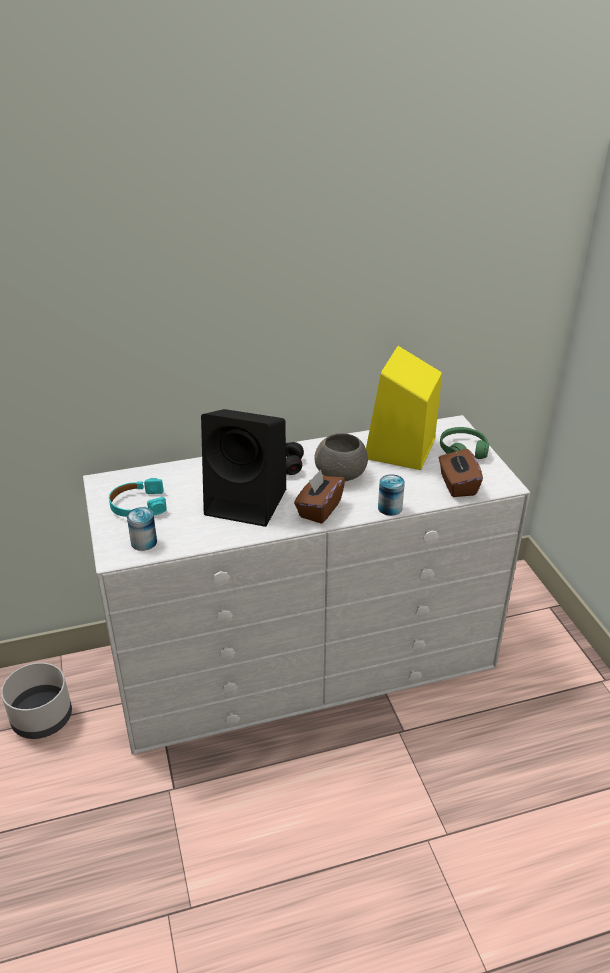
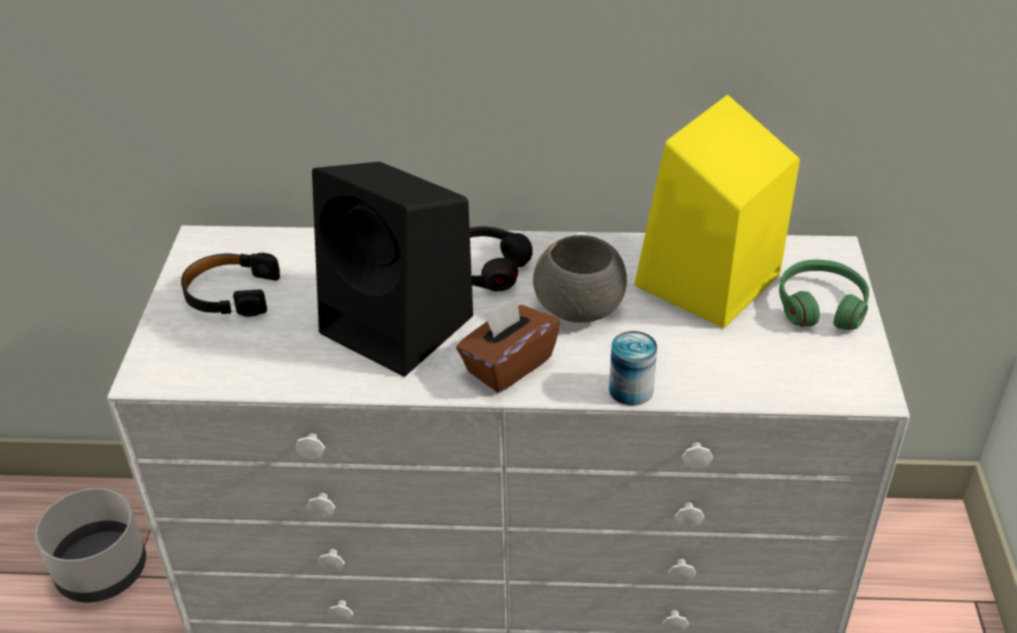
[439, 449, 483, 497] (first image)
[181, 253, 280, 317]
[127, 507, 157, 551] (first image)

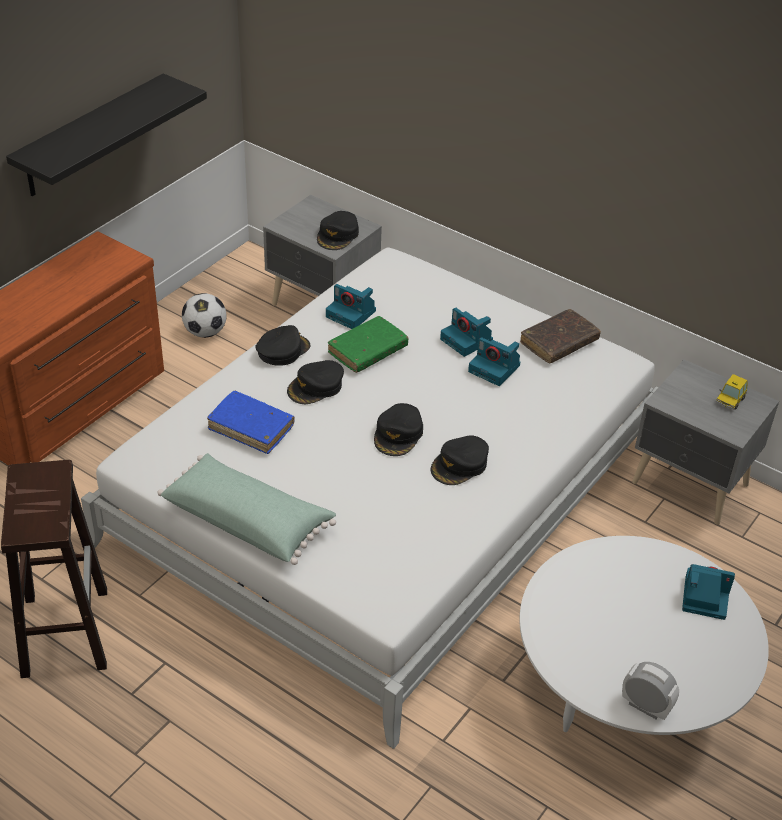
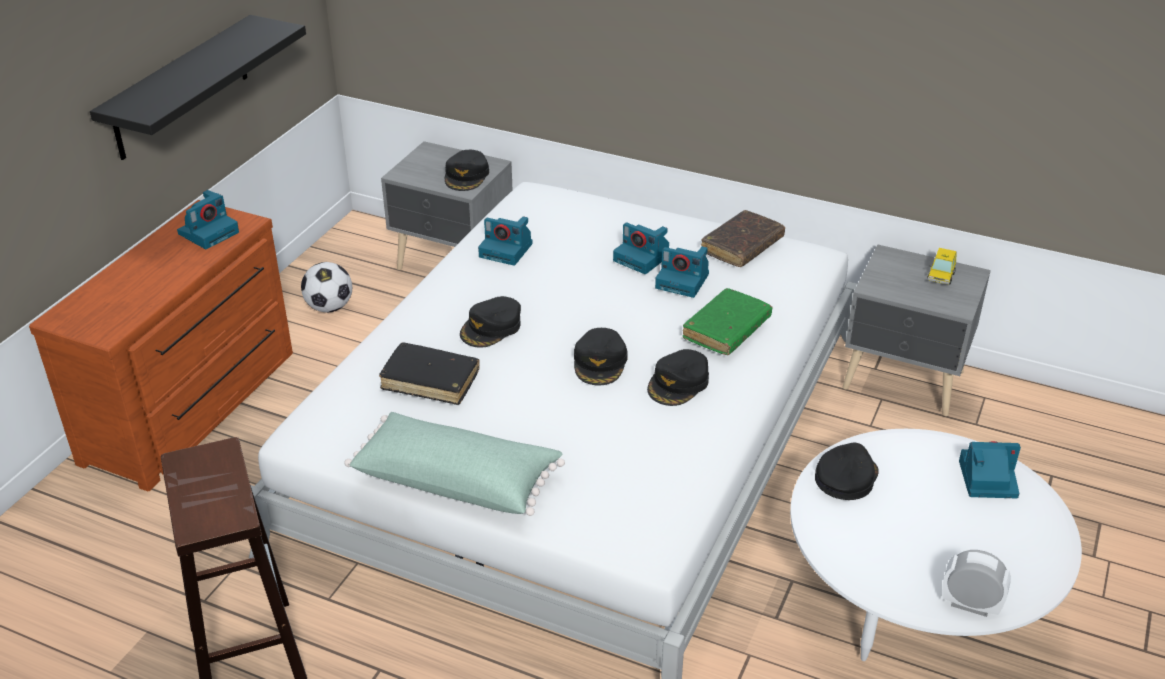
[683, 288, 773, 355]
[815, 443, 879, 500]
[379, 342, 480, 405]
[177, 190, 239, 249]

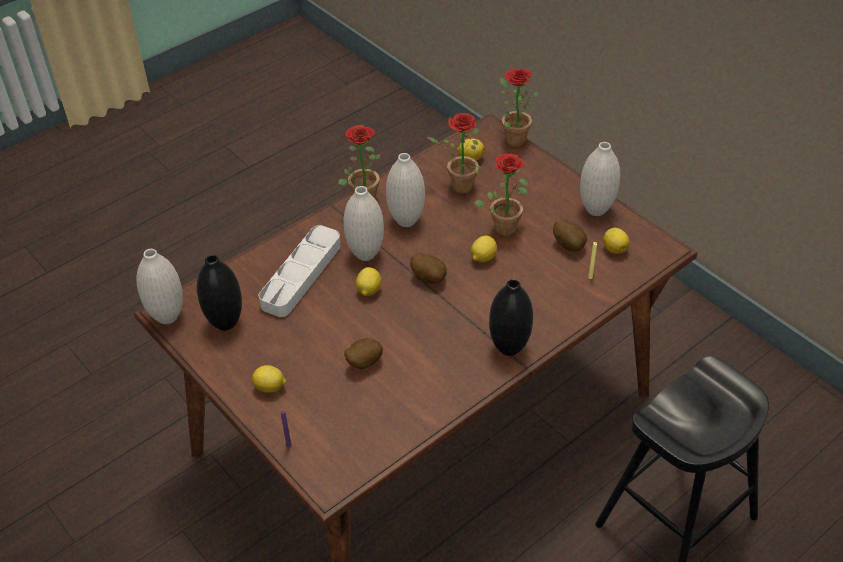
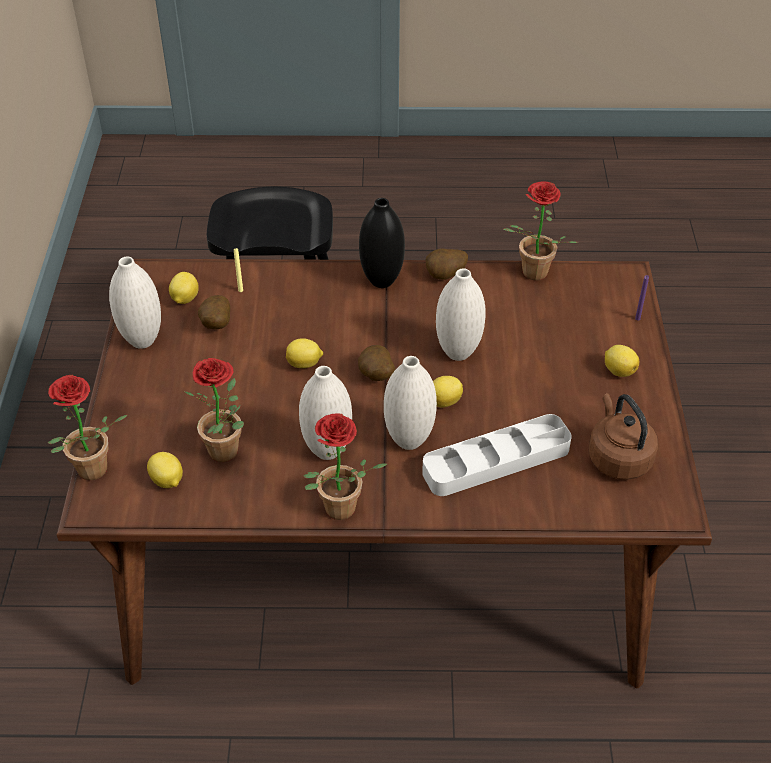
[503, 181, 578, 281]
[436, 268, 485, 361]
[589, 393, 658, 480]
[426, 249, 468, 280]

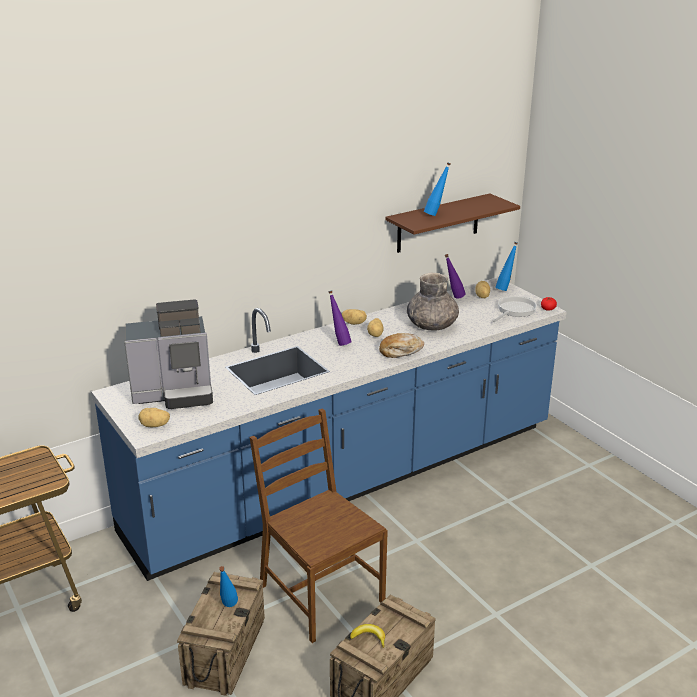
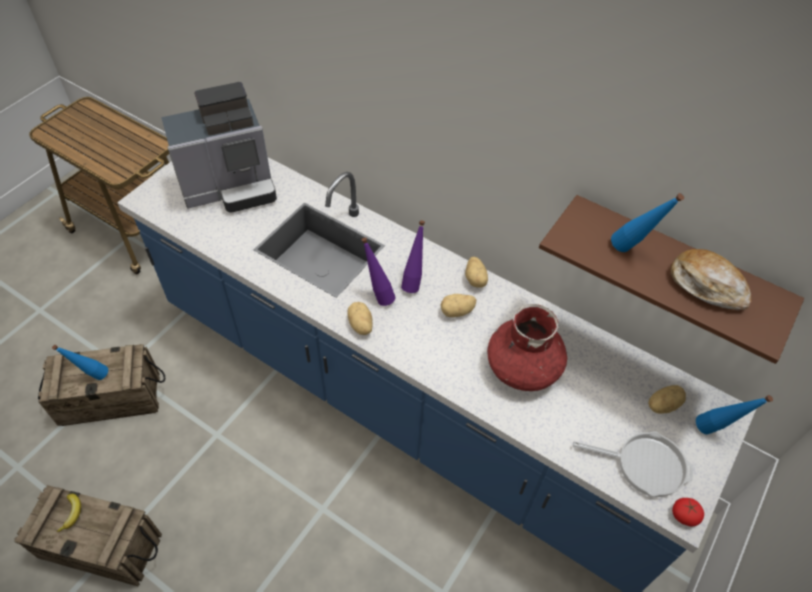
[362, 237, 395, 306]
[487, 304, 567, 391]
[161, 82, 277, 213]
[670, 249, 752, 311]
[347, 302, 372, 335]
[250, 408, 388, 643] (first image)

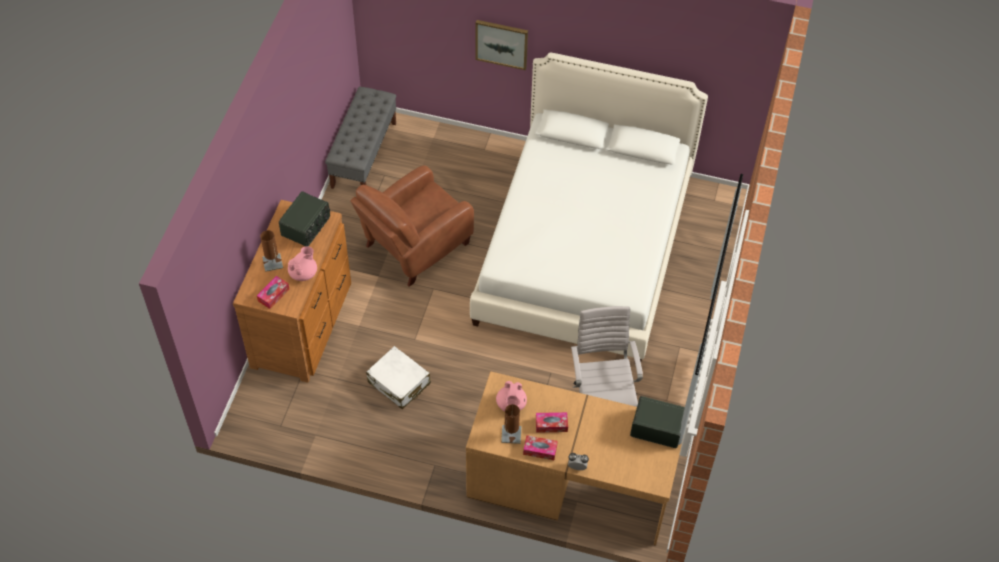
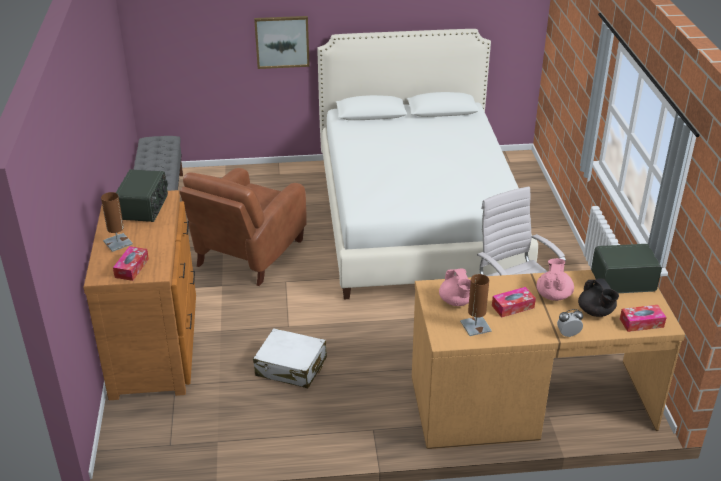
[537, 258, 574, 301]
[620, 305, 667, 332]
[578, 278, 619, 317]

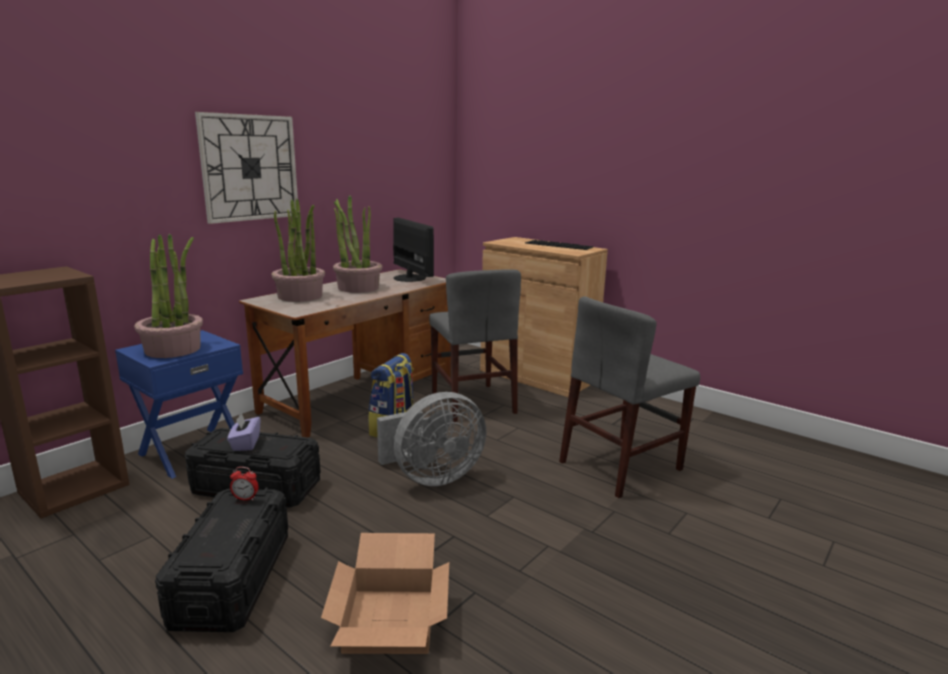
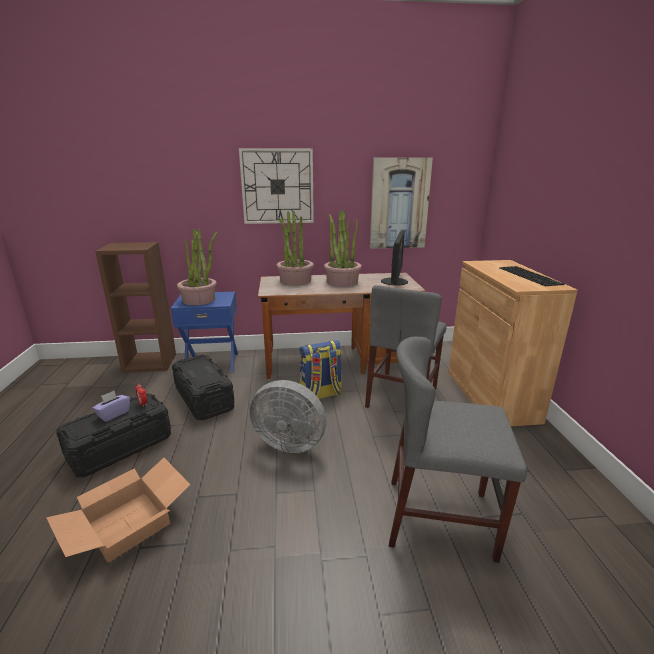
[92, 390, 130, 422]
[370, 158, 433, 249]

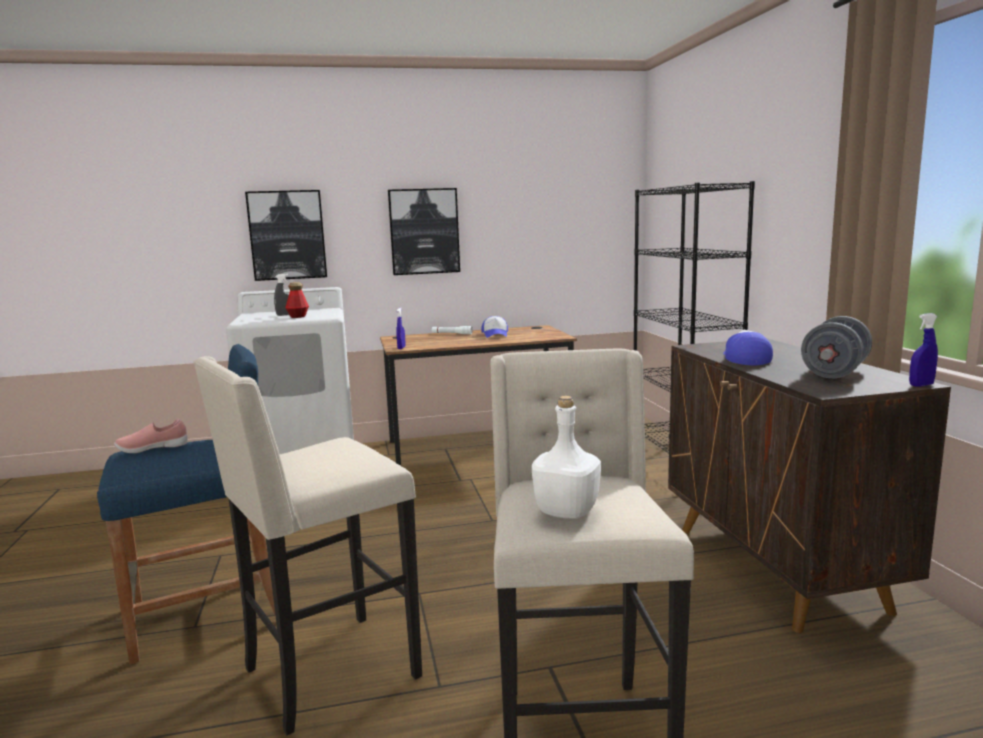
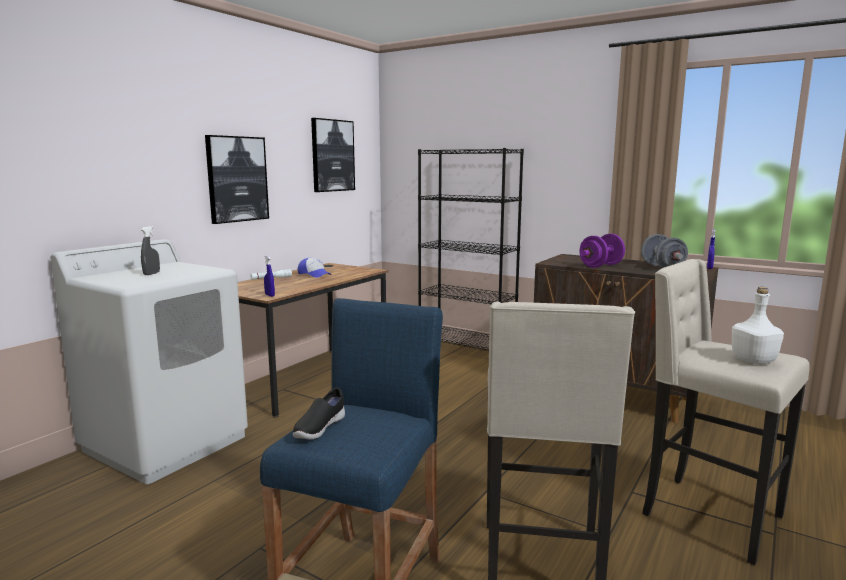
[311, 118, 355, 192]
[285, 282, 309, 318] (first image)
[580, 234, 625, 268]
[293, 387, 345, 439]

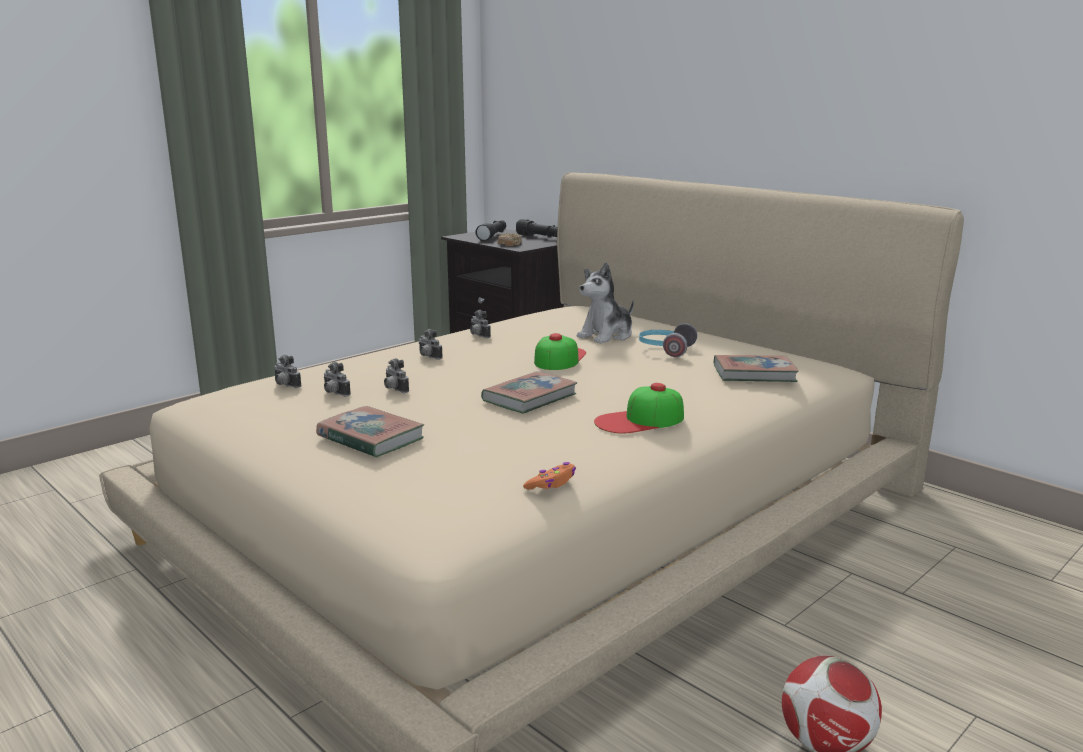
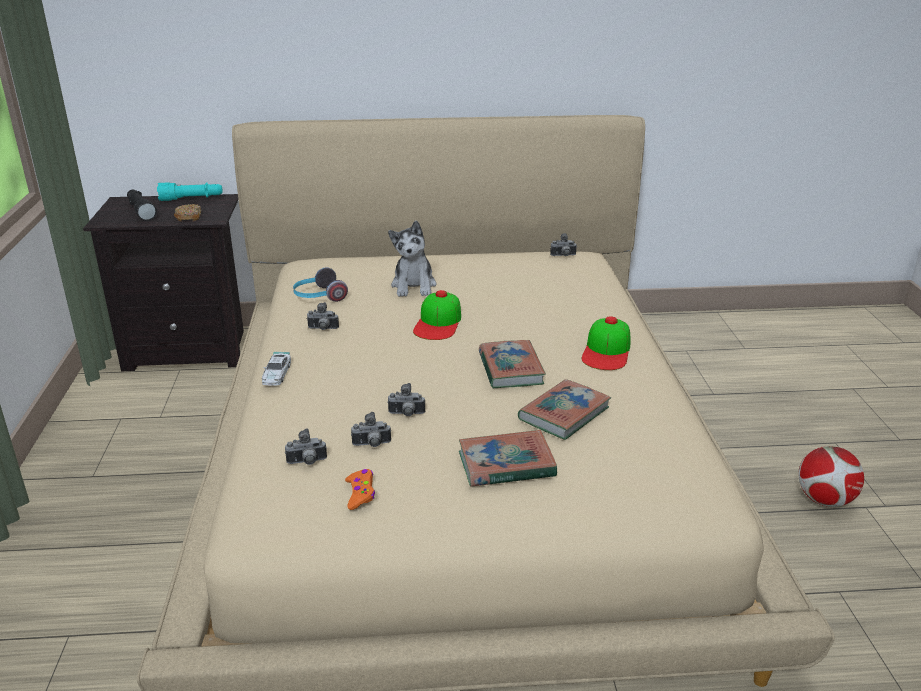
[157, 182, 223, 201]
[293, 267, 348, 302]
[550, 233, 577, 256]
[413, 290, 461, 340]
[518, 379, 611, 440]
[345, 469, 375, 510]
[262, 352, 291, 386]

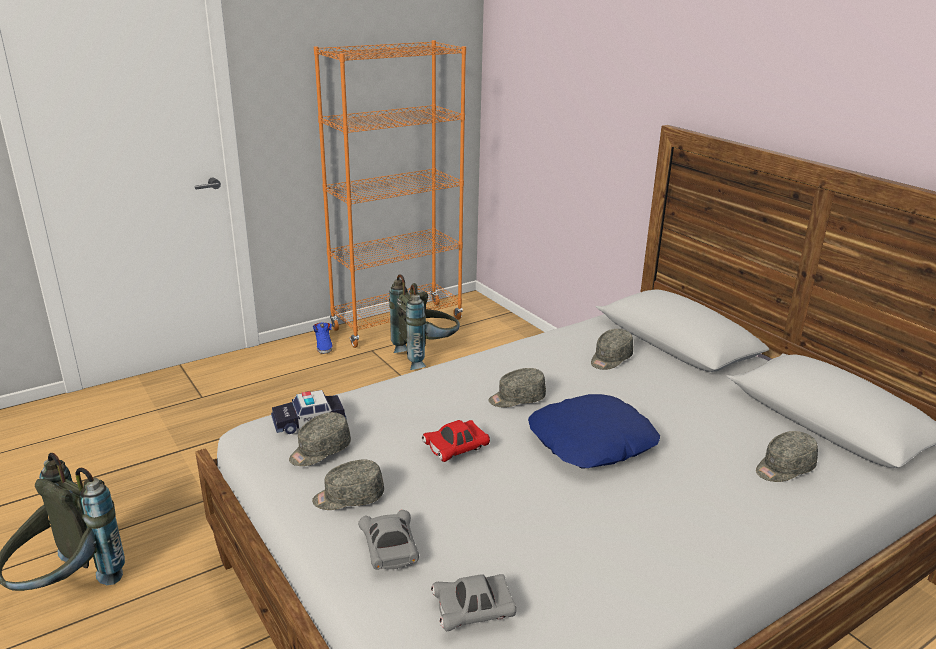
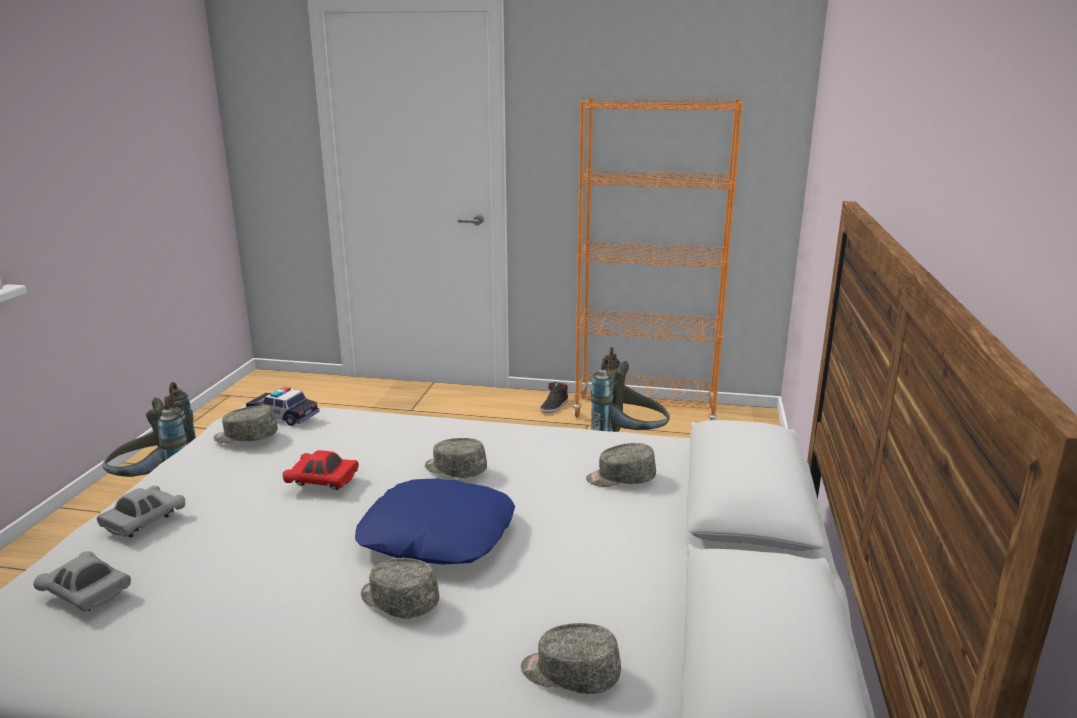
[540, 382, 568, 413]
[361, 558, 440, 618]

